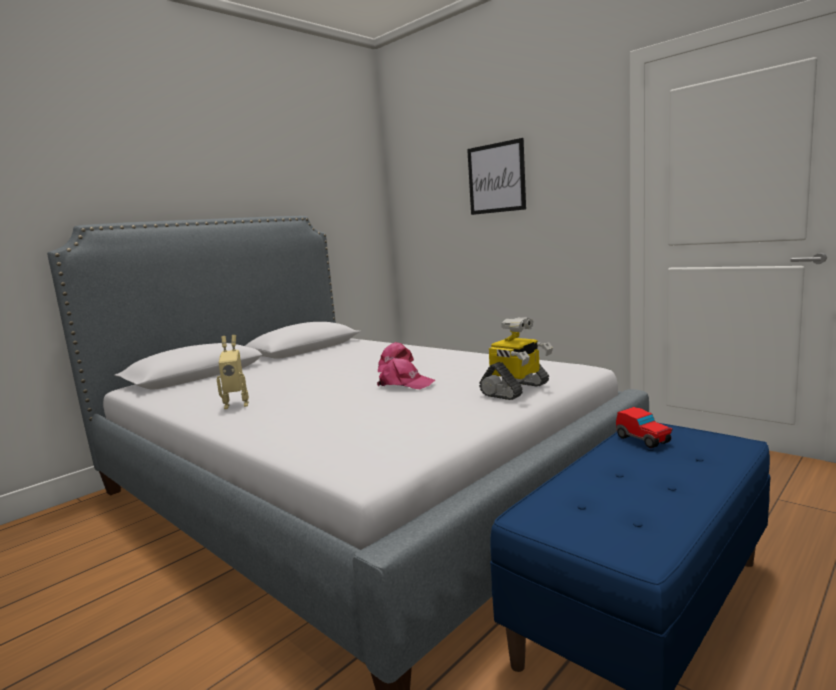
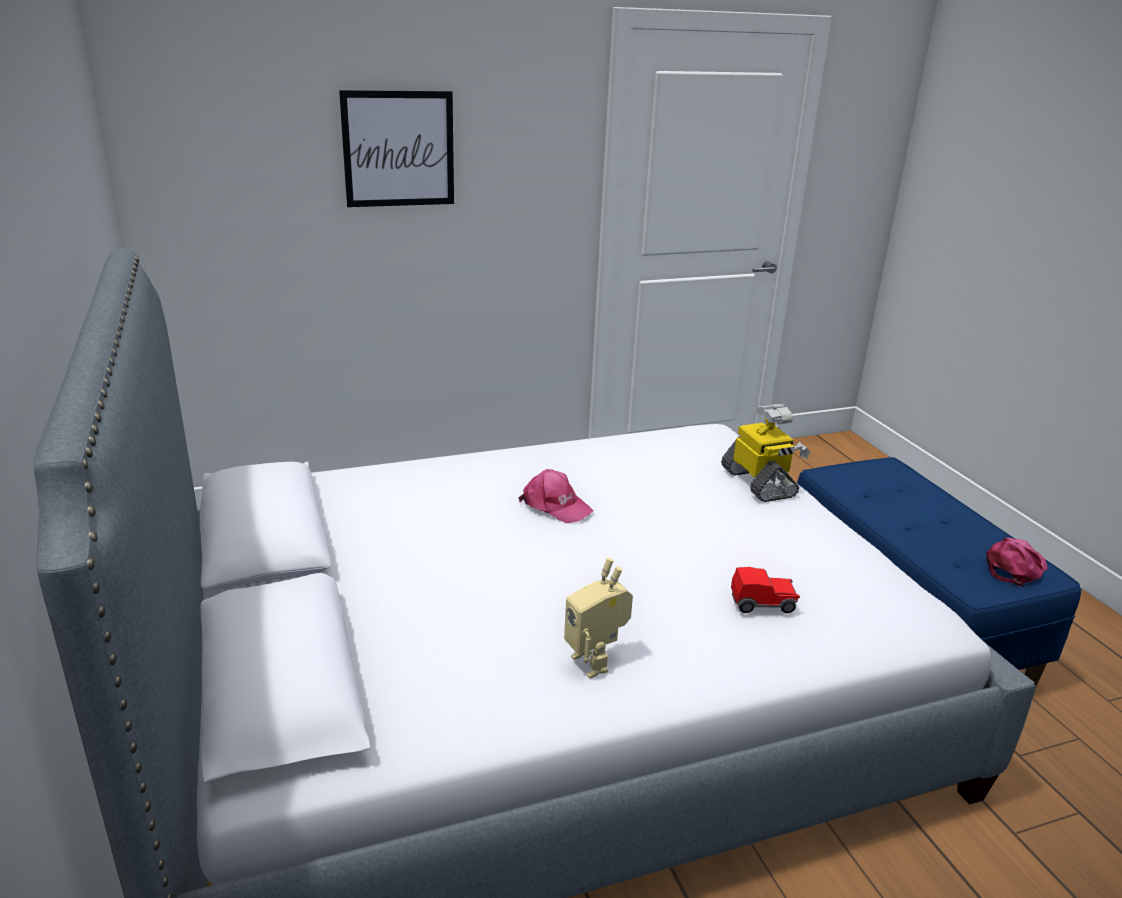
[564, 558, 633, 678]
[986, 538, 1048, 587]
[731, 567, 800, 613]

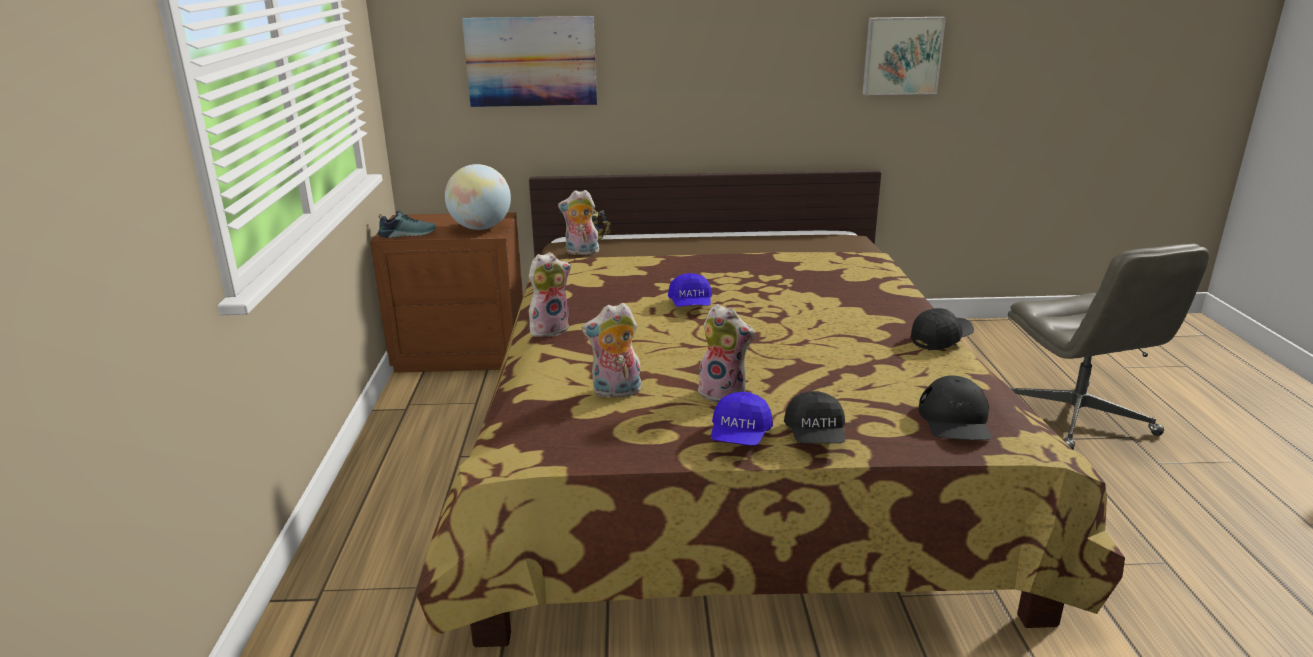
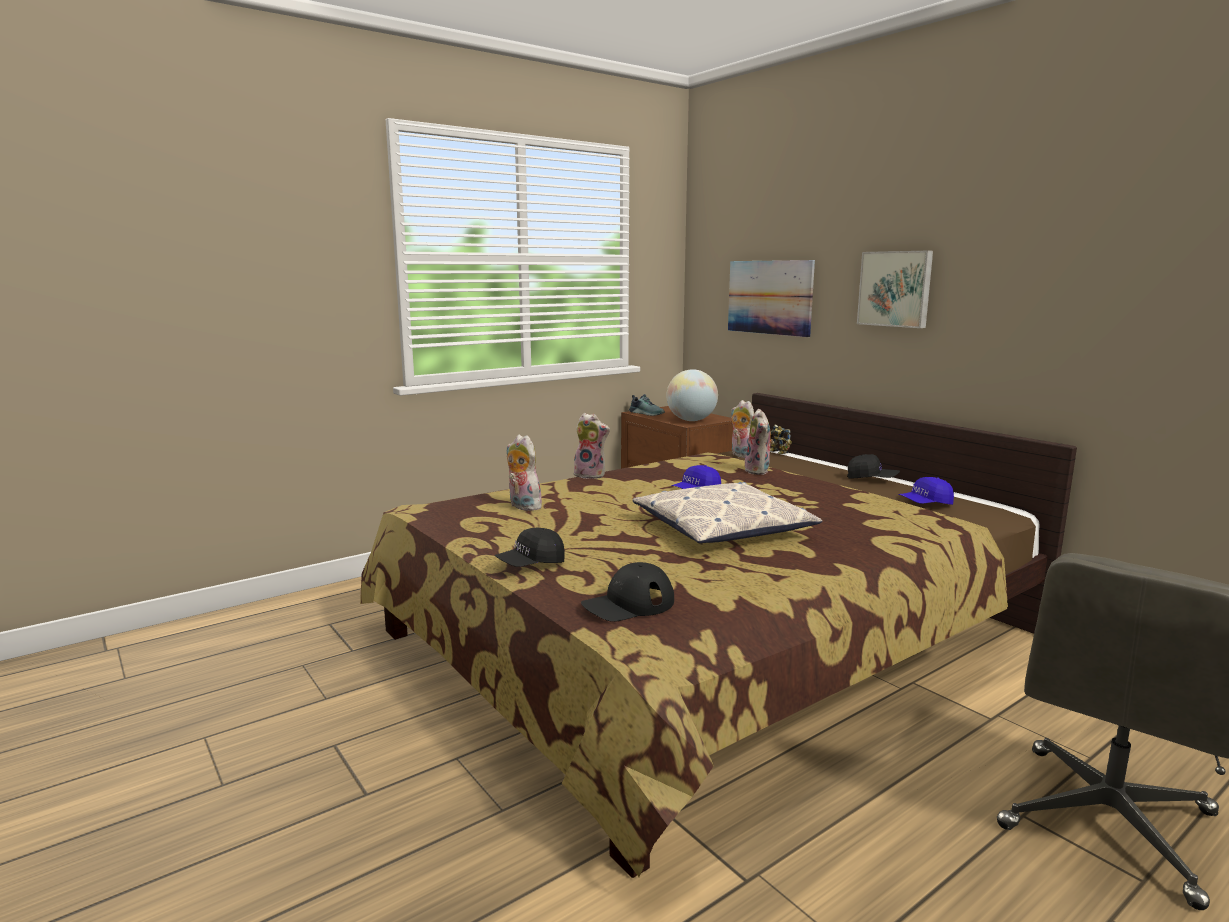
[857, 251, 933, 328]
[745, 409, 774, 475]
[847, 454, 900, 479]
[898, 477, 954, 505]
[632, 482, 822, 543]

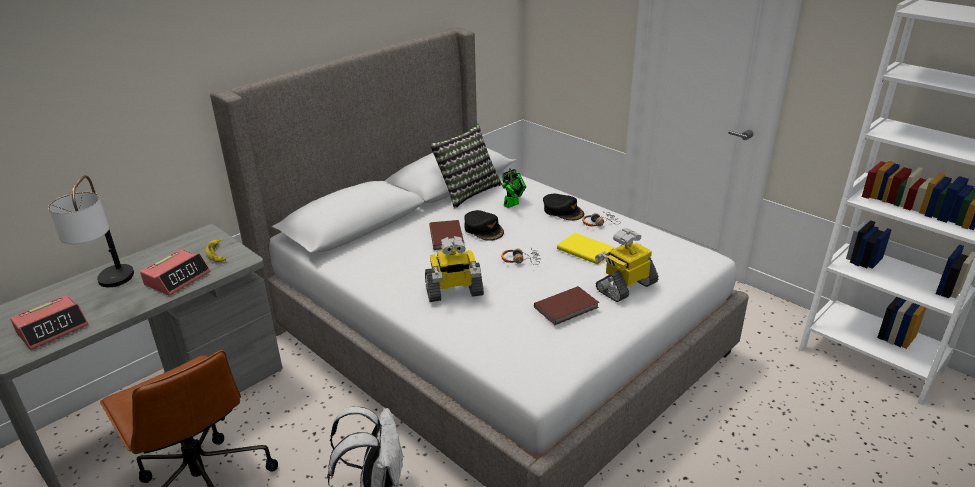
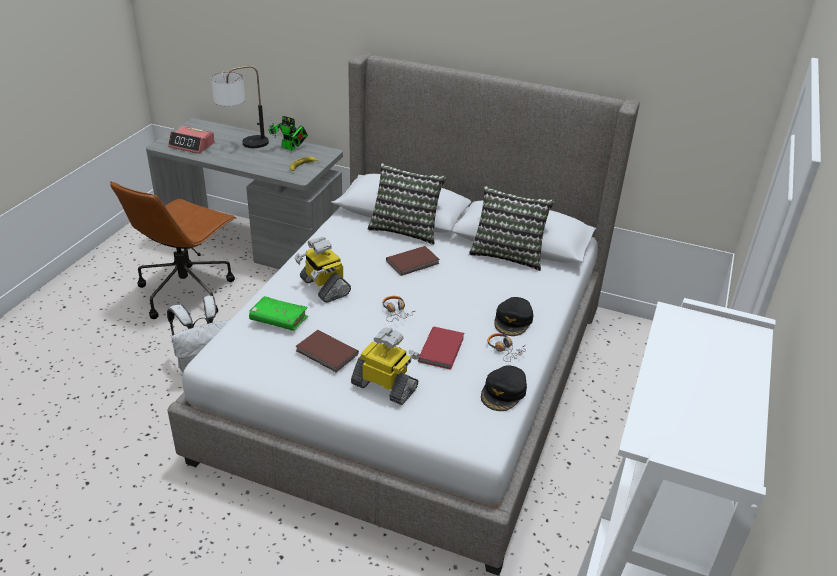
[265, 108, 308, 151]
[481, 365, 527, 411]
[418, 327, 464, 370]
[140, 249, 210, 296] (first image)
[368, 163, 447, 245]
[249, 296, 308, 331]

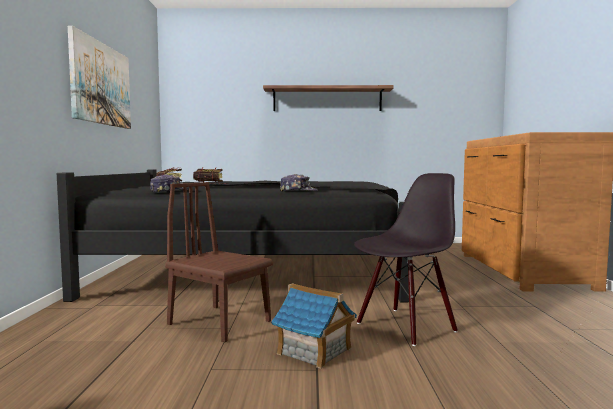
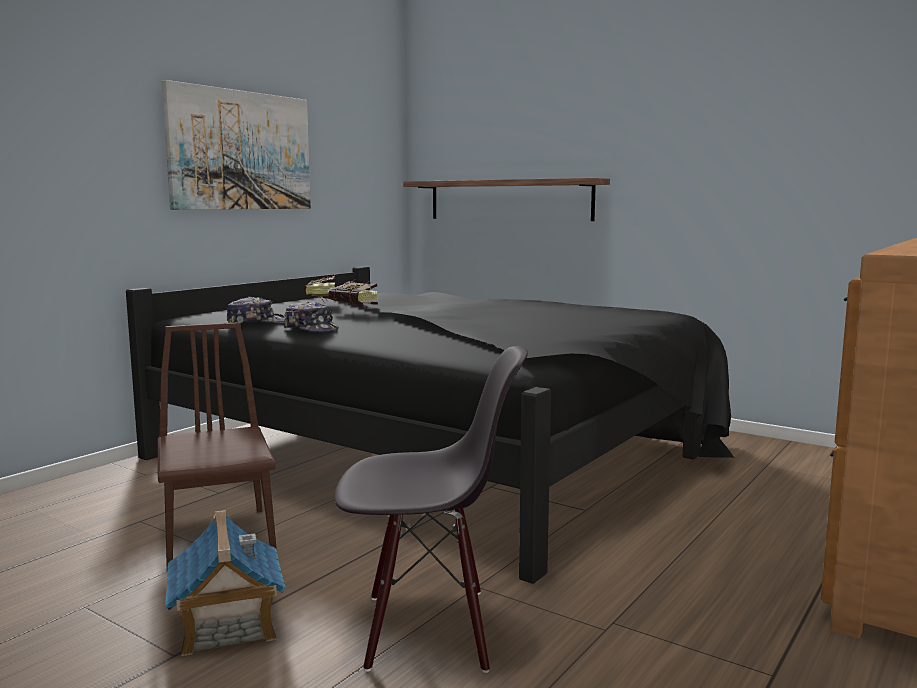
[403, 178, 610, 221]
[283, 301, 339, 332]

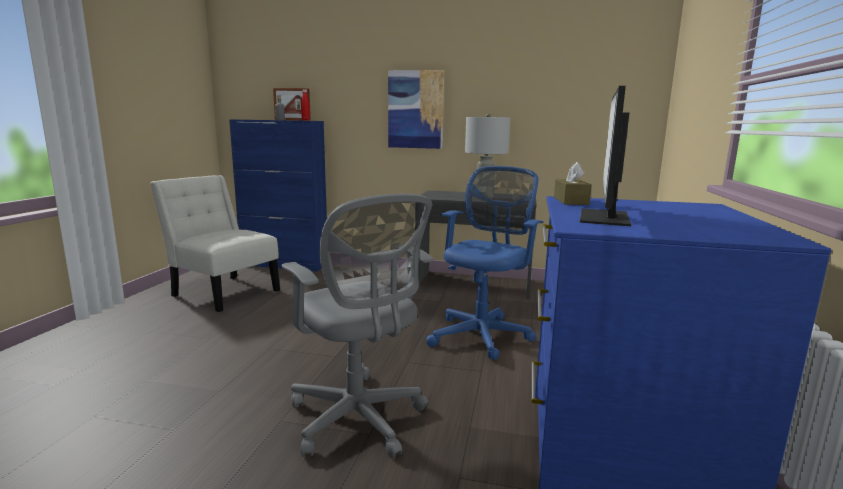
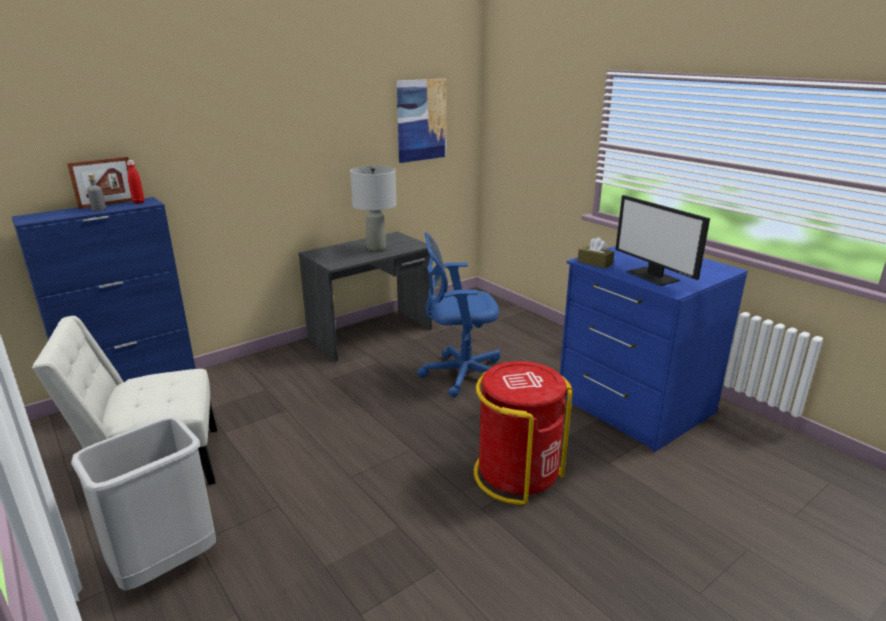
[397, 79, 446, 163]
[418, 232, 500, 397]
[474, 361, 573, 505]
[71, 417, 216, 591]

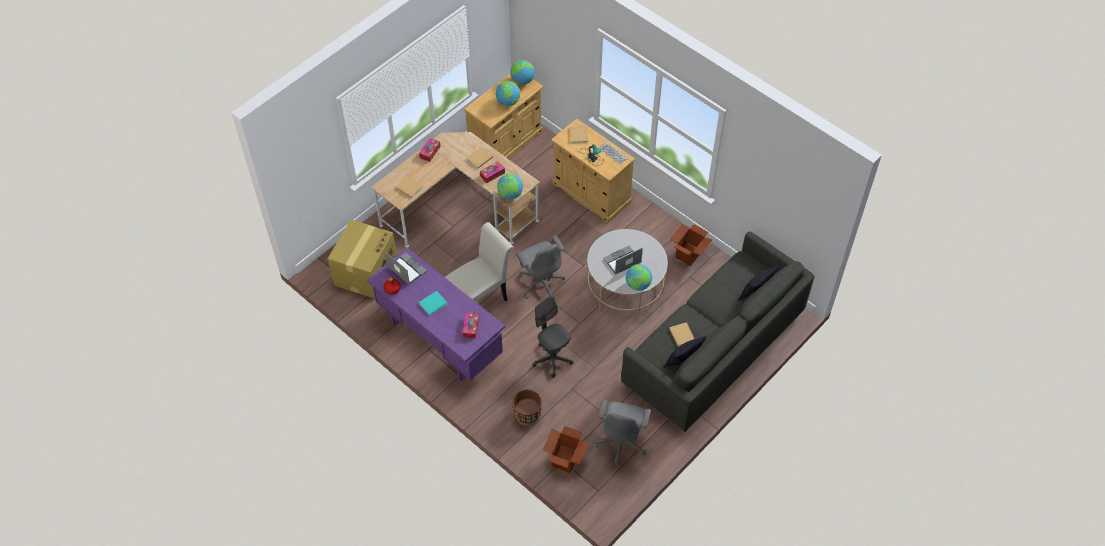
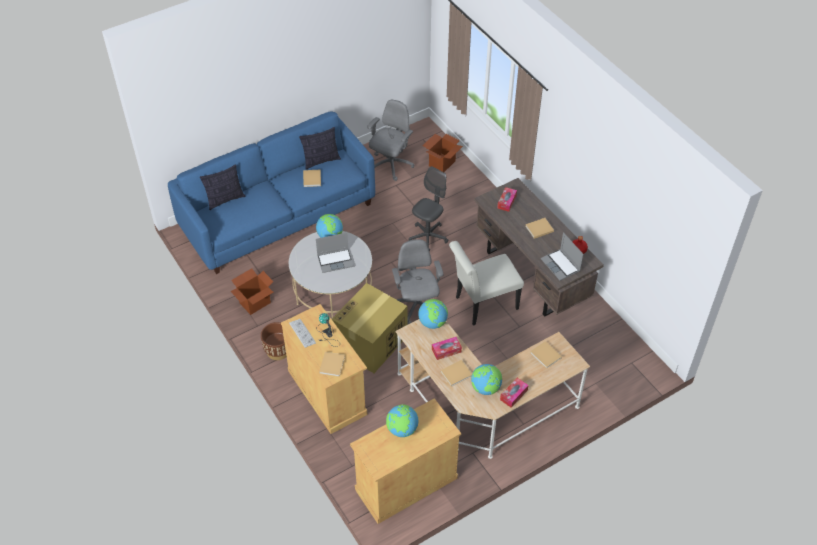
[471, 364, 502, 395]
[332, 283, 407, 373]
[168, 111, 375, 274]
[474, 178, 604, 316]
[525, 218, 554, 239]
[409, 166, 448, 252]
[261, 322, 287, 360]

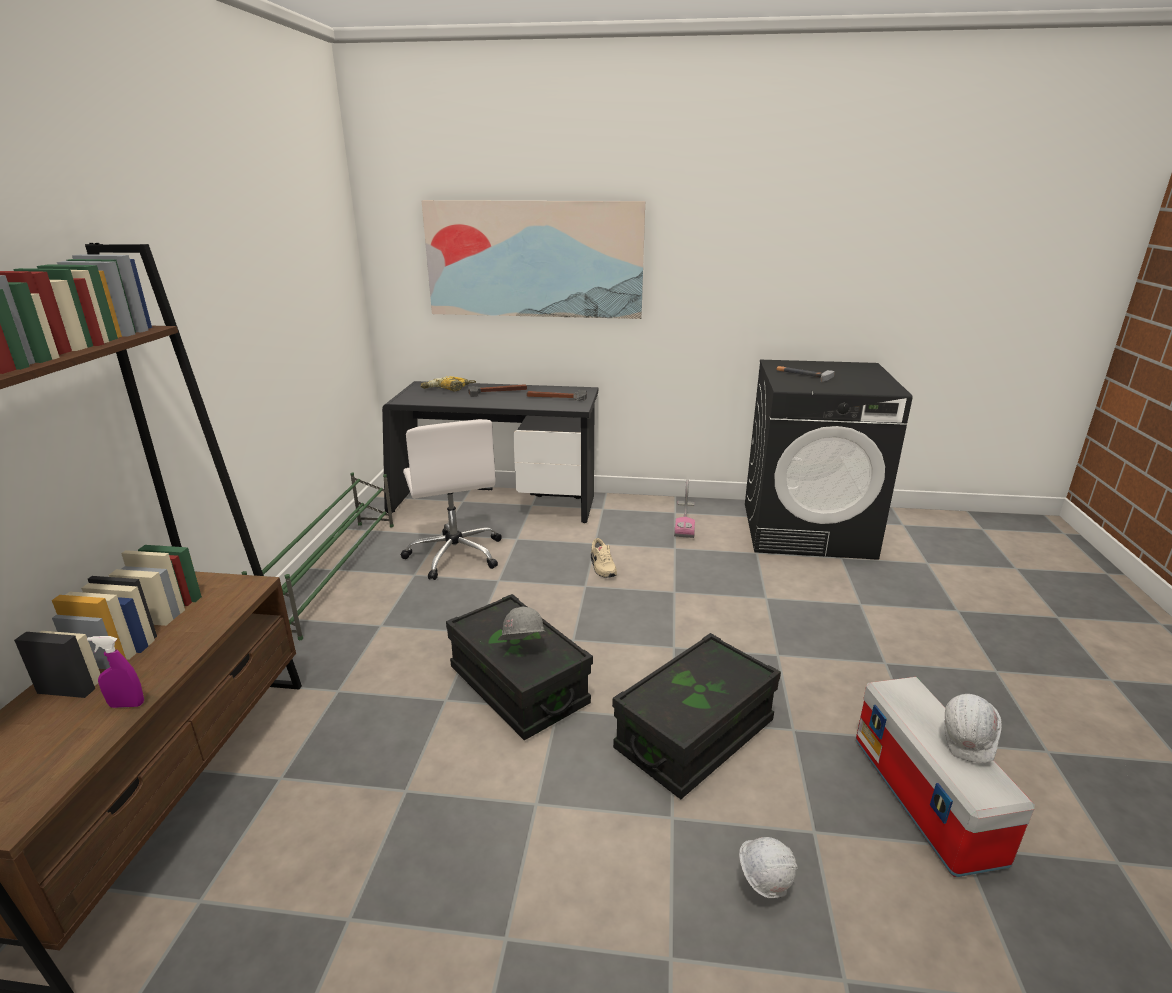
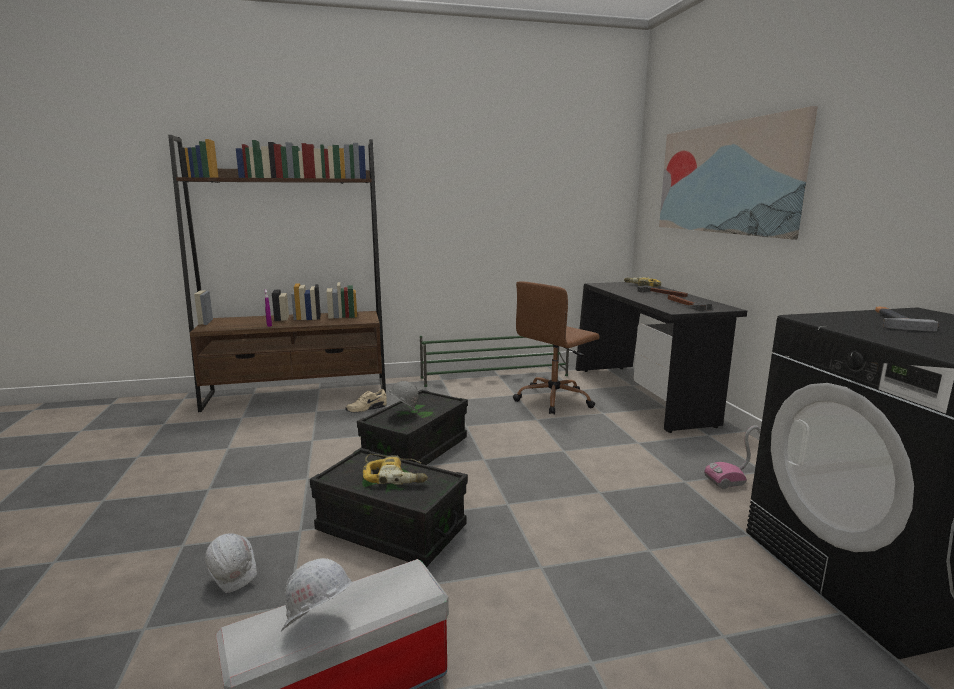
[513, 281, 600, 415]
[345, 389, 387, 413]
[363, 454, 428, 485]

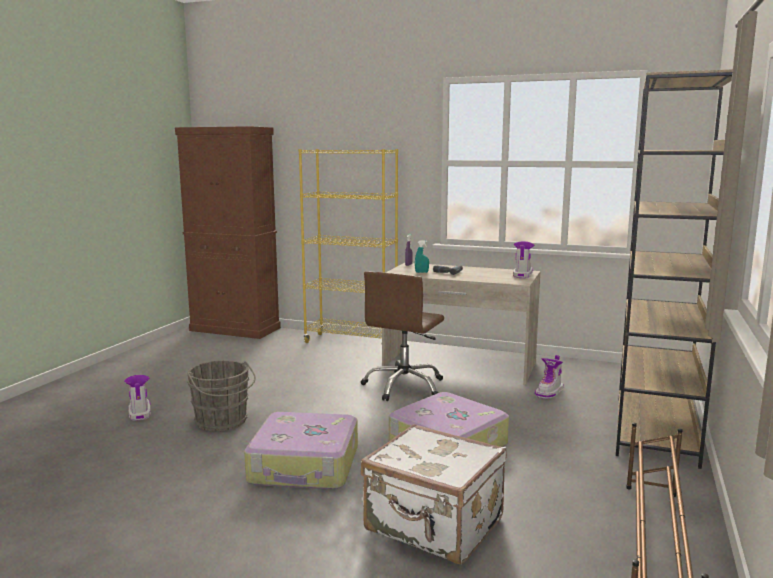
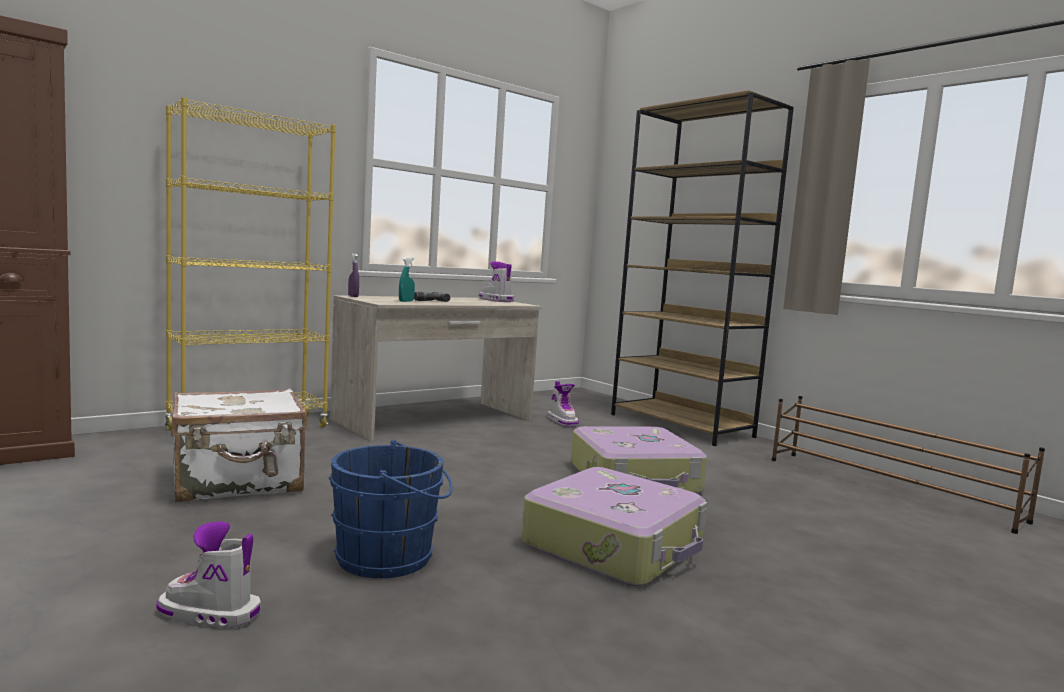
[361, 271, 444, 401] (first image)
[329, 440, 453, 578]
[171, 389, 307, 502]

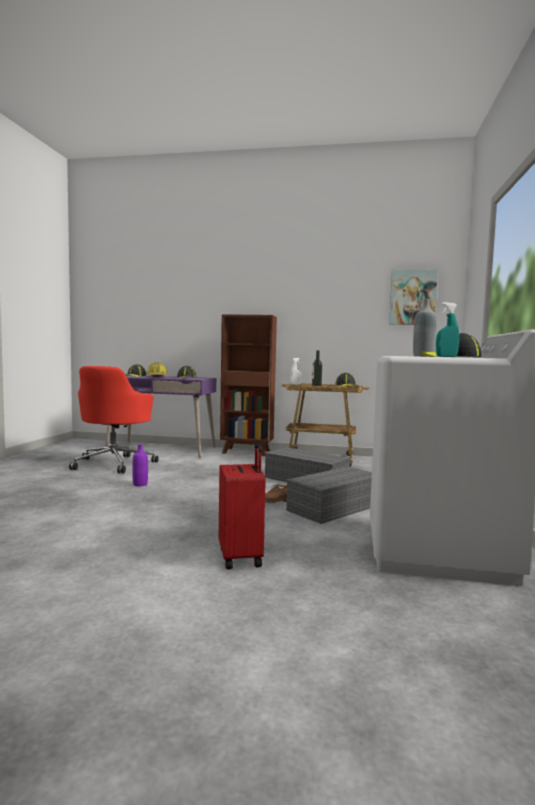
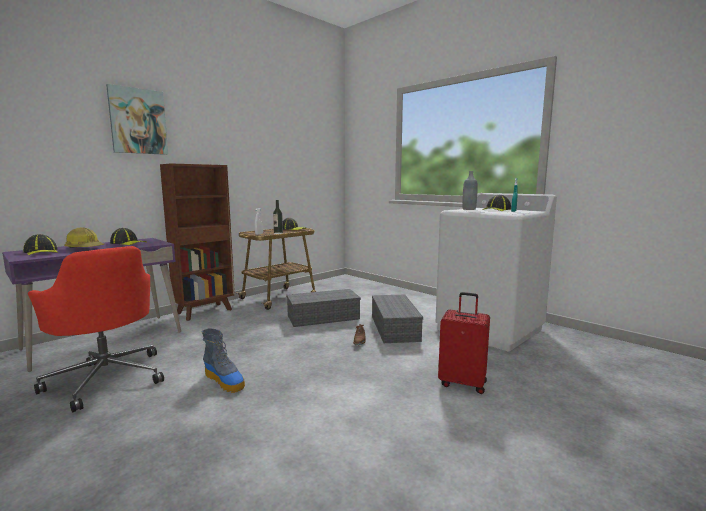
[106, 84, 168, 155]
[202, 328, 245, 393]

